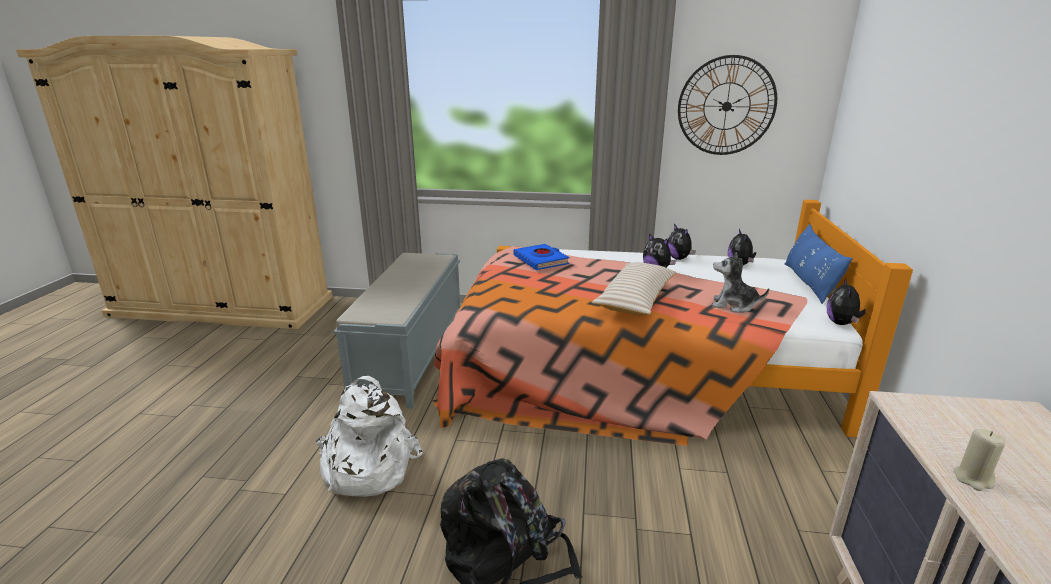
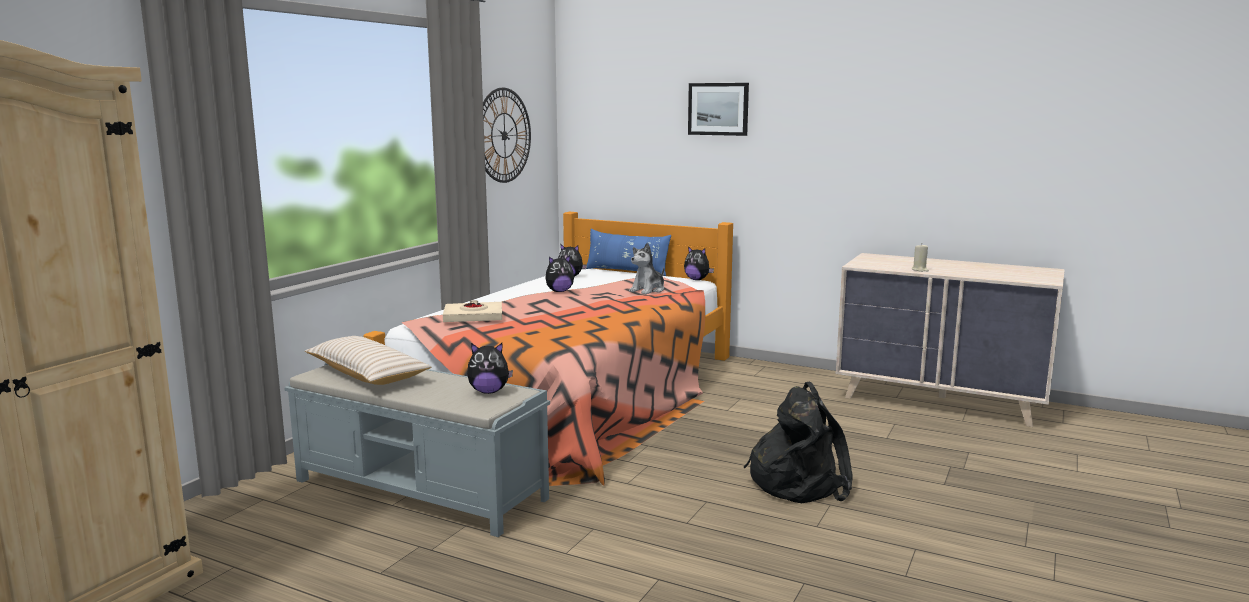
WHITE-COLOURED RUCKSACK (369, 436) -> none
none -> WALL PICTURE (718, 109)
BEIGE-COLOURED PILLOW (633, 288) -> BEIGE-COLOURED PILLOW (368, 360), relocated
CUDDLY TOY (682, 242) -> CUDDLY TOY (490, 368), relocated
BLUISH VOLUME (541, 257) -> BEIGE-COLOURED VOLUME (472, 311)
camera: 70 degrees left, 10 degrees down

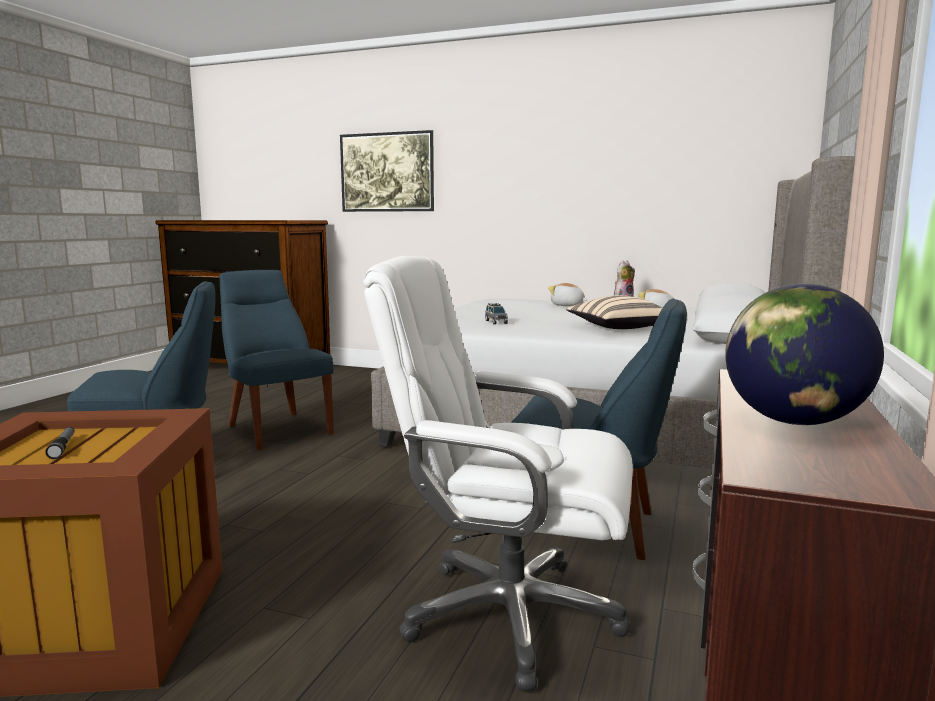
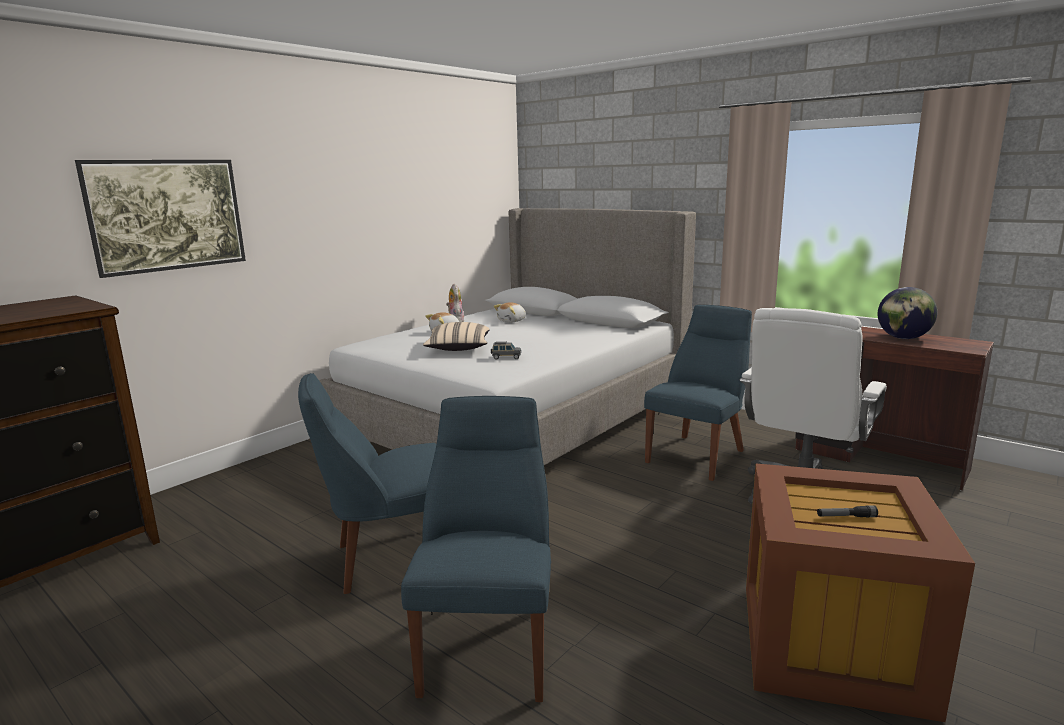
BEIGE-COLOURED PILLOW (614, 312) -> BEIGE-COLOURED PILLOW (456, 336), relocated
camera: 70 degrees left, 5 degrees up

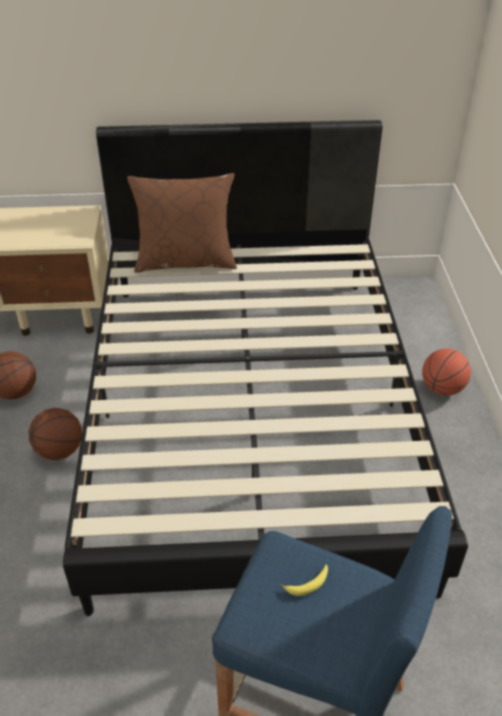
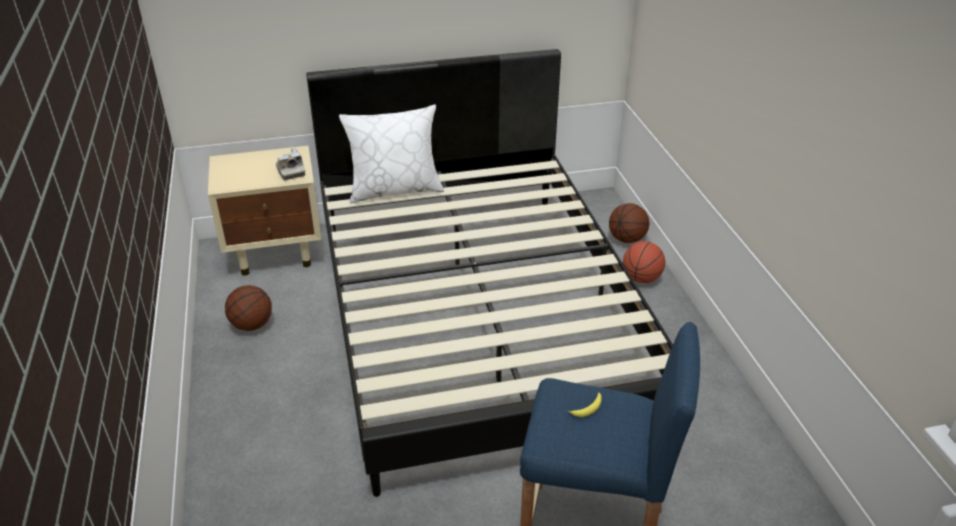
none -> PHOTO CAMERA (290, 164)
BALL FOR BASKETBALL (55, 434) -> BALL FOR BASKETBALL (629, 223), relocated
BROWN-COLOURED PILLOW (182, 223) -> WHITE-COLOURED PILLOW (391, 153)
camera: 10 degrees left, 5 degrees down

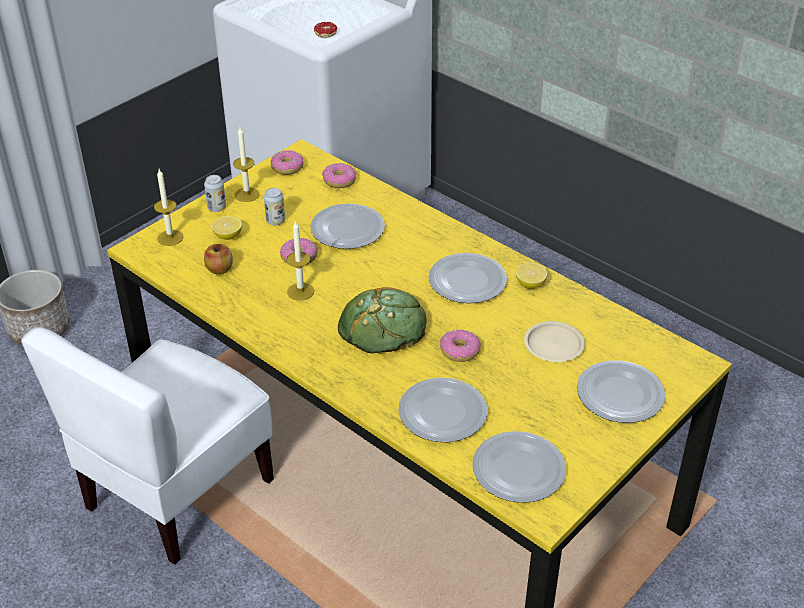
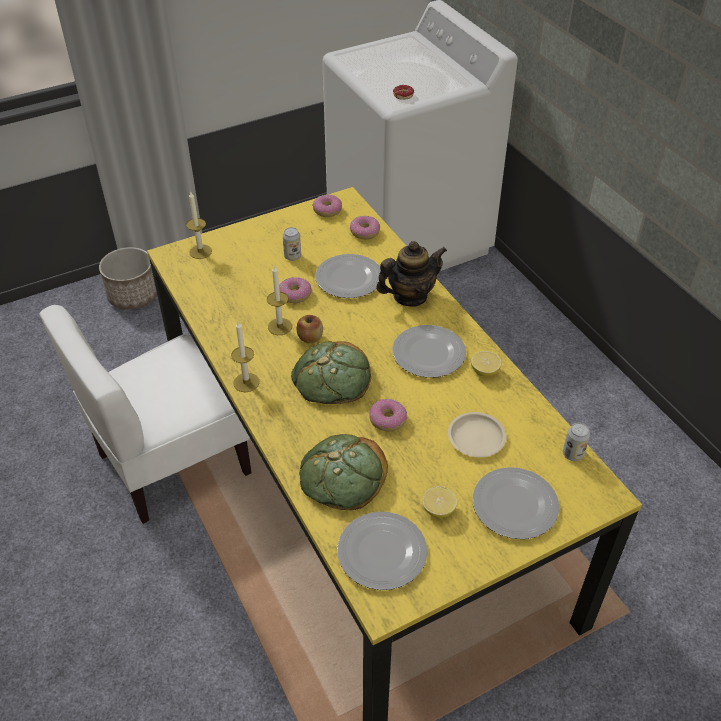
none -> POT FOR TEA (411, 274)
METAL CAN (215, 193) -> METAL CAN (576, 442), relocated
APPLE FRUIT (218, 259) -> APPLE FRUIT (310, 329), relocated
CITRUS FRUIT (227, 228) -> CITRUS FRUIT (439, 502), relocated
CANDLE (246, 164) -> CANDLE (245, 357), relocated
PLATE (442, 410) -> BAKED BREAD (343, 472)
camera: 20 degrees right, 5 degrees up

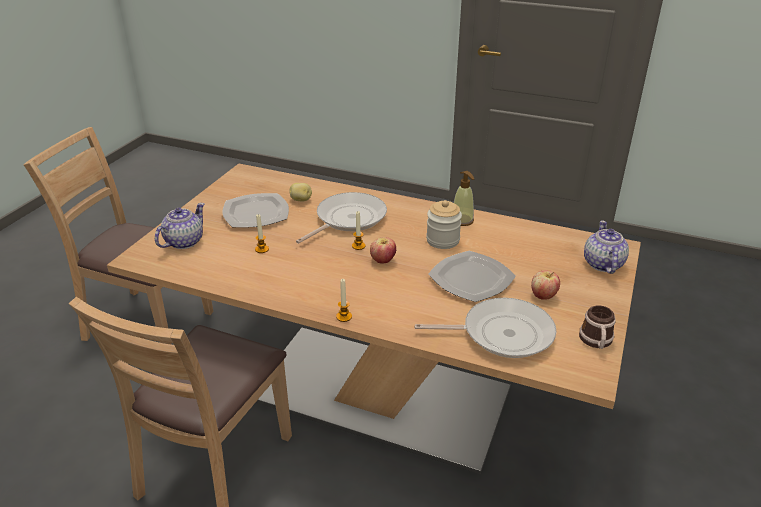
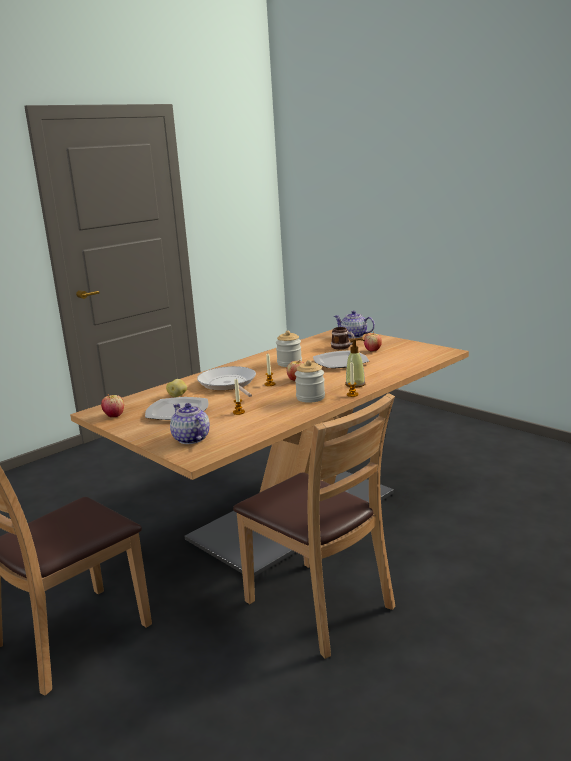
FRYING PAN (486, 328) -> none
none -> APPLE FRUIT (112, 405)
none -> JAR (310, 381)
SOAP BOTTLE (464, 198) -> SOAP BOTTLE (355, 363), relocated
COFFEE MUG (597, 327) -> COFFEE MUG (343, 338), relocated
camera: 65 degrees left, 15 degrees down

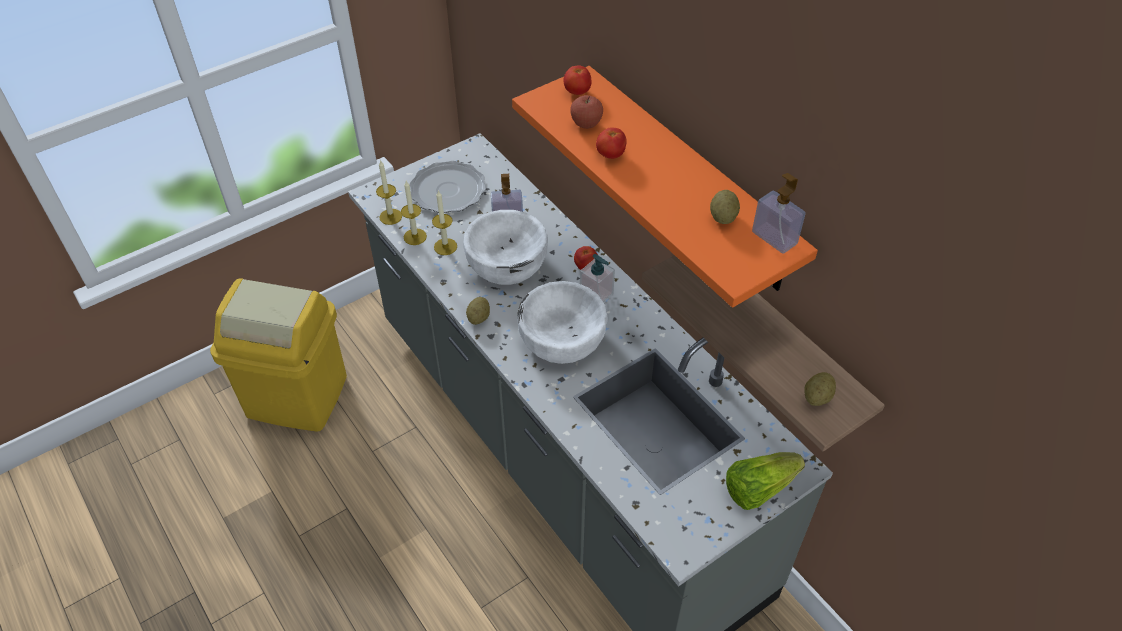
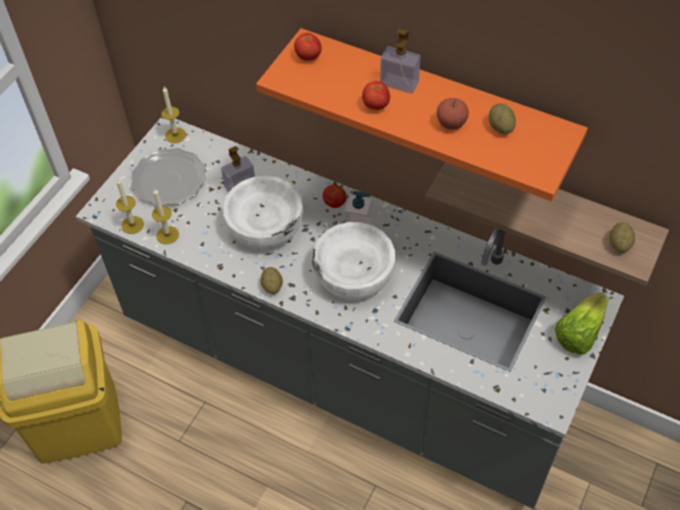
CANDLE (444, 222) -> CANDLE (173, 115), relocated
APPLE FRUIT (586, 112) -> APPLE FRUIT (453, 114), relocated
SOAP BOTTLE (779, 213) -> SOAP BOTTLE (400, 61), relocated
camera: 25 degrees left, 5 degrees up

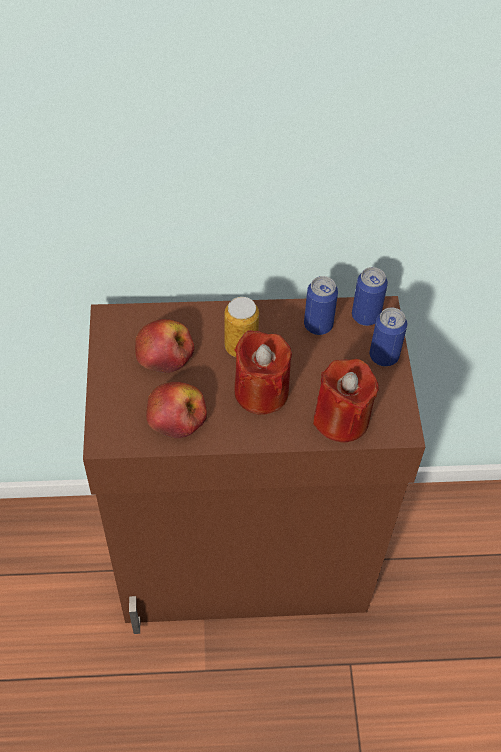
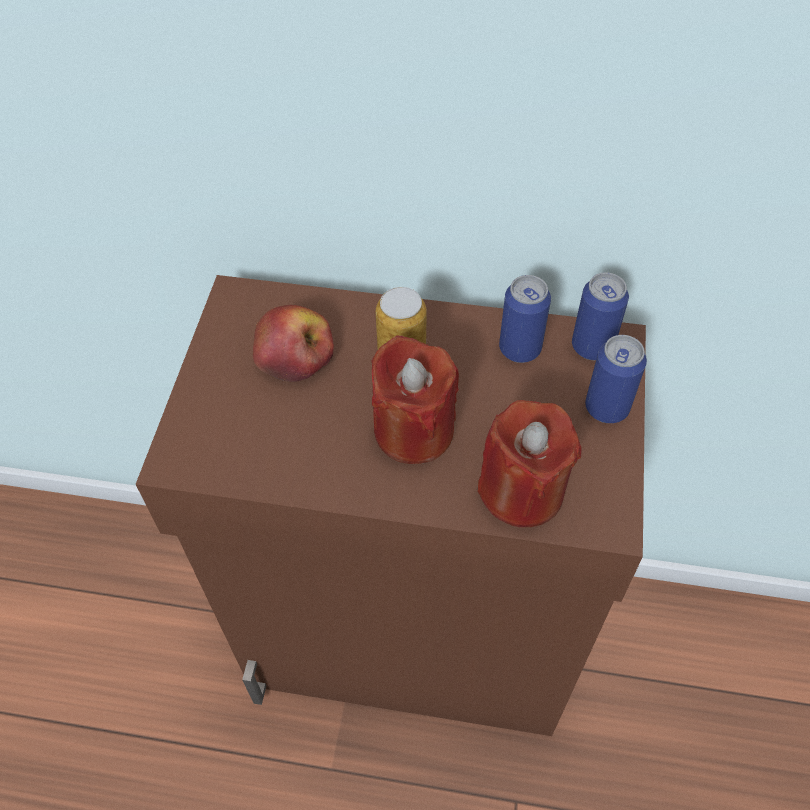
APPLE FRUIT (176, 410) -> none
camera: 15 degrees right, 0 degrees up

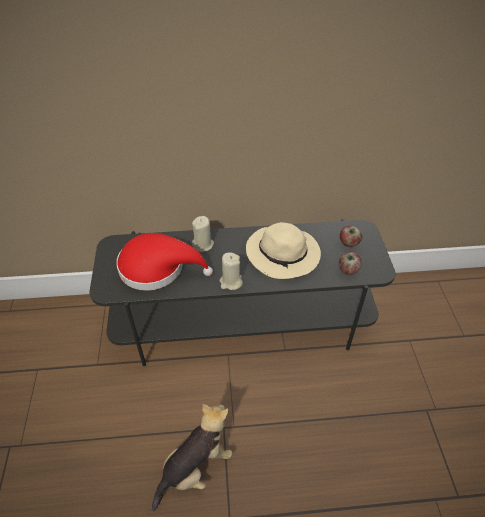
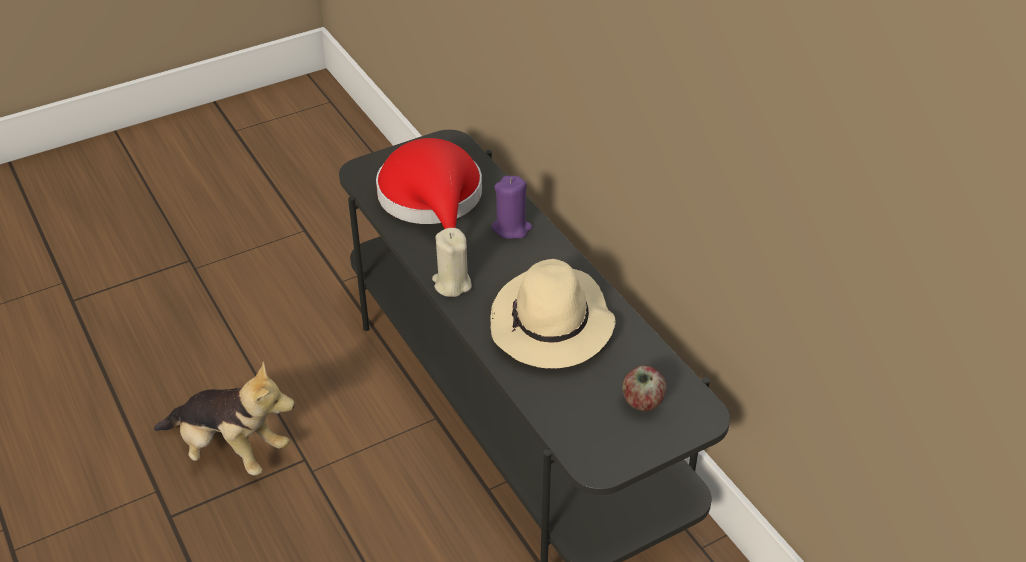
APPLE FRUIT (350, 263) -> none
BEIGE-COLOURED CANDLE (203, 234) -> PURPLE CANDLE (512, 207)
camera: 65 degrees right, 5 degrees down

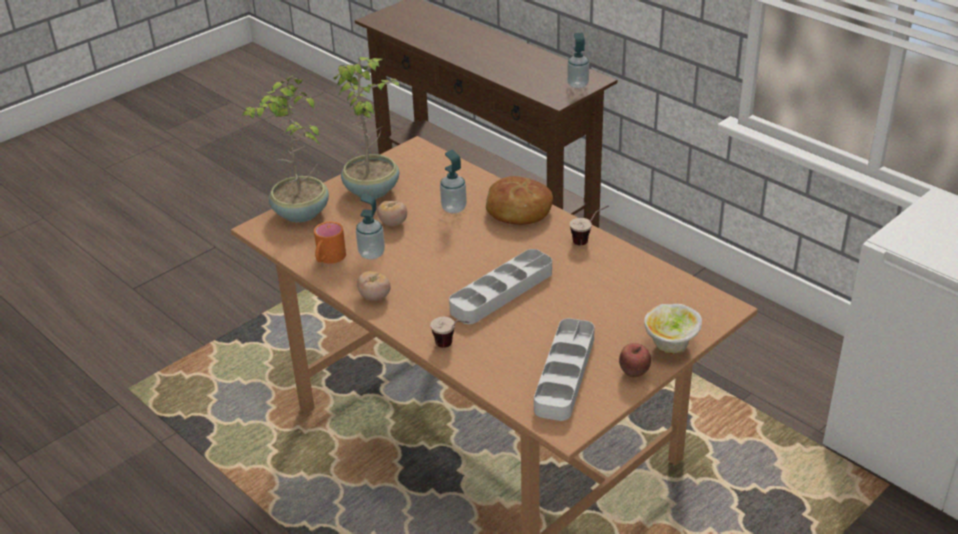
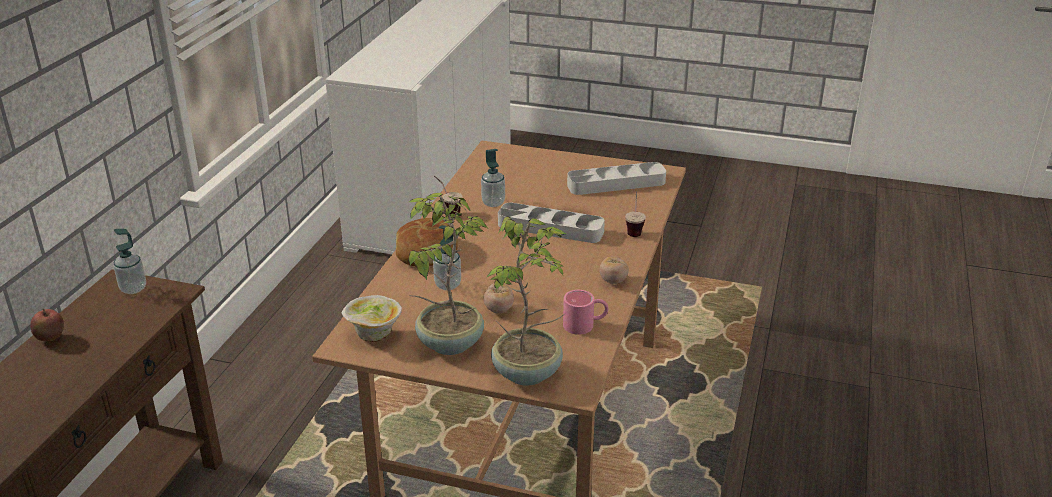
SOAP BOTTLE (370, 227) -> SOAP BOTTLE (493, 178), relocated
APPLE FRUIT (635, 360) -> APPLE FRUIT (47, 325), relocated
DEEP DISH (673, 329) -> DEEP DISH (372, 318), relocated
ORANGEY COFFEE MUG (330, 243) -> PINKISH COFFEE MUG (586, 312)
camera: 120 degrees left, 5 degrees down

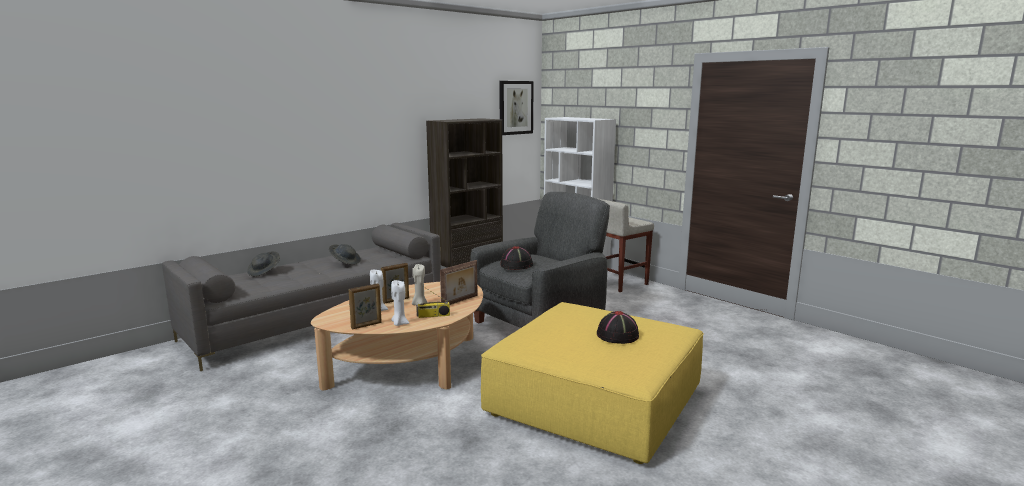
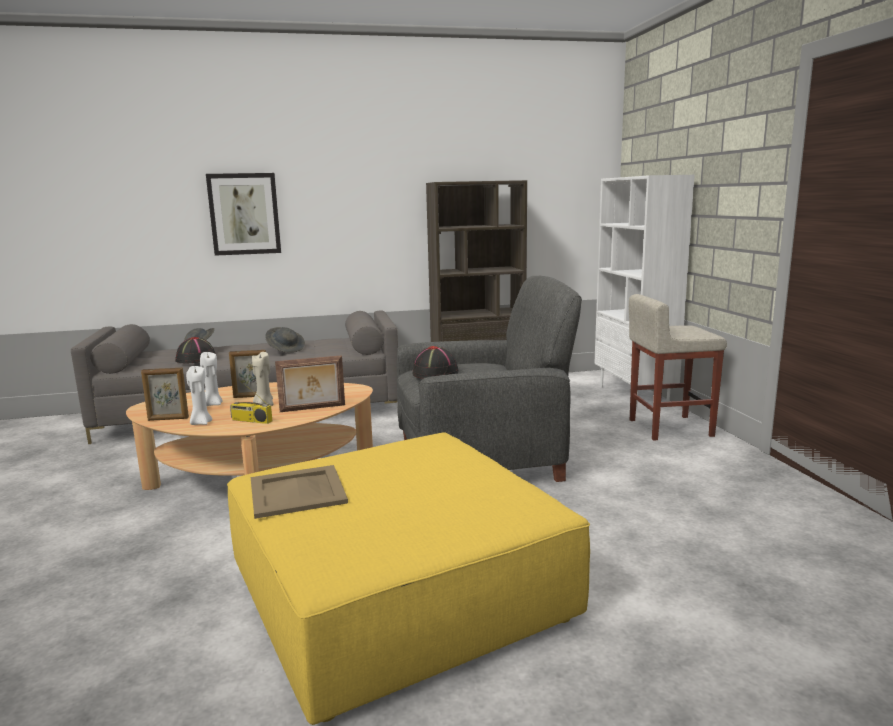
none -> BEIGE-COLOURED TRAY (299, 492)
WALL PICTURE (516, 108) -> WALL PICTURE (243, 214), relocated
BLACKISH HAT (618, 327) -> BLACKISH HAT (195, 350), relocated
camera: 30 degrees right, 0 degrees up

